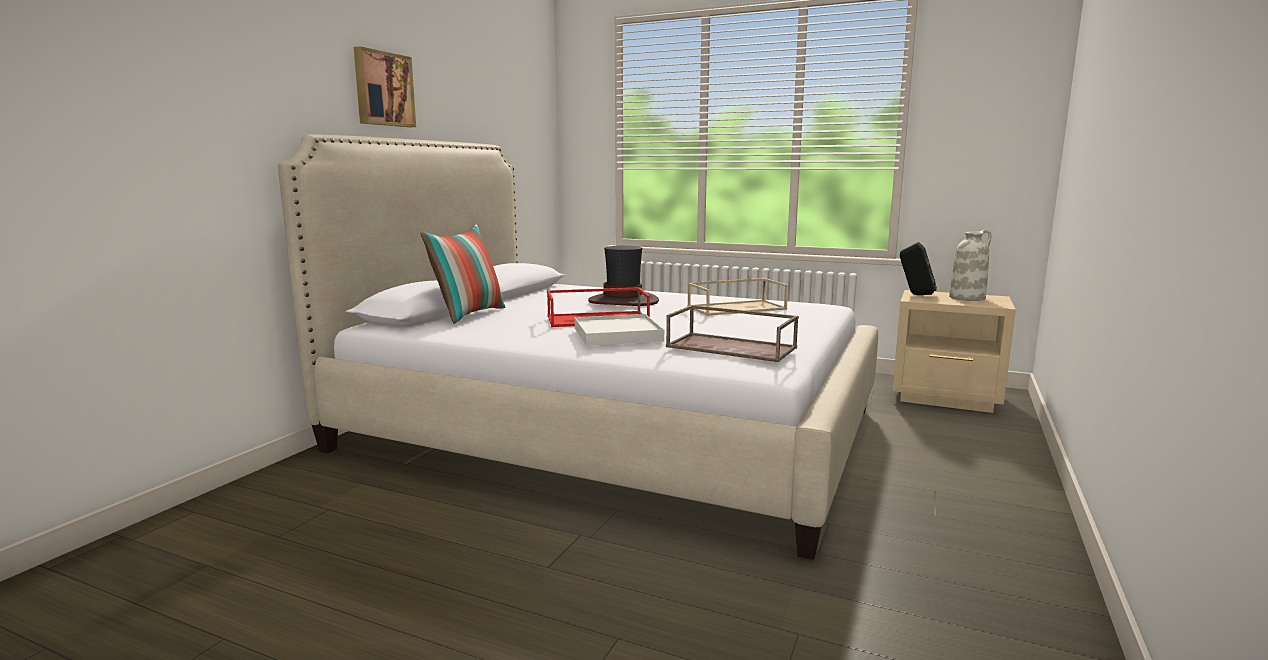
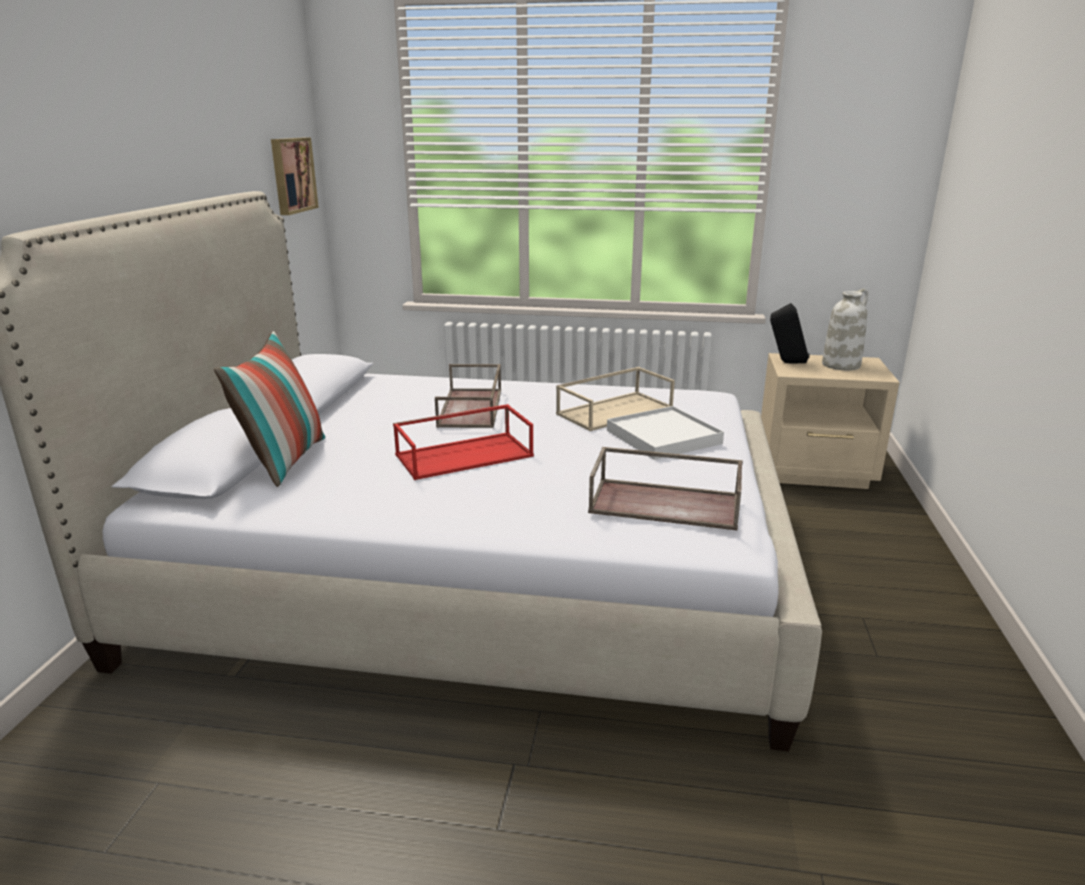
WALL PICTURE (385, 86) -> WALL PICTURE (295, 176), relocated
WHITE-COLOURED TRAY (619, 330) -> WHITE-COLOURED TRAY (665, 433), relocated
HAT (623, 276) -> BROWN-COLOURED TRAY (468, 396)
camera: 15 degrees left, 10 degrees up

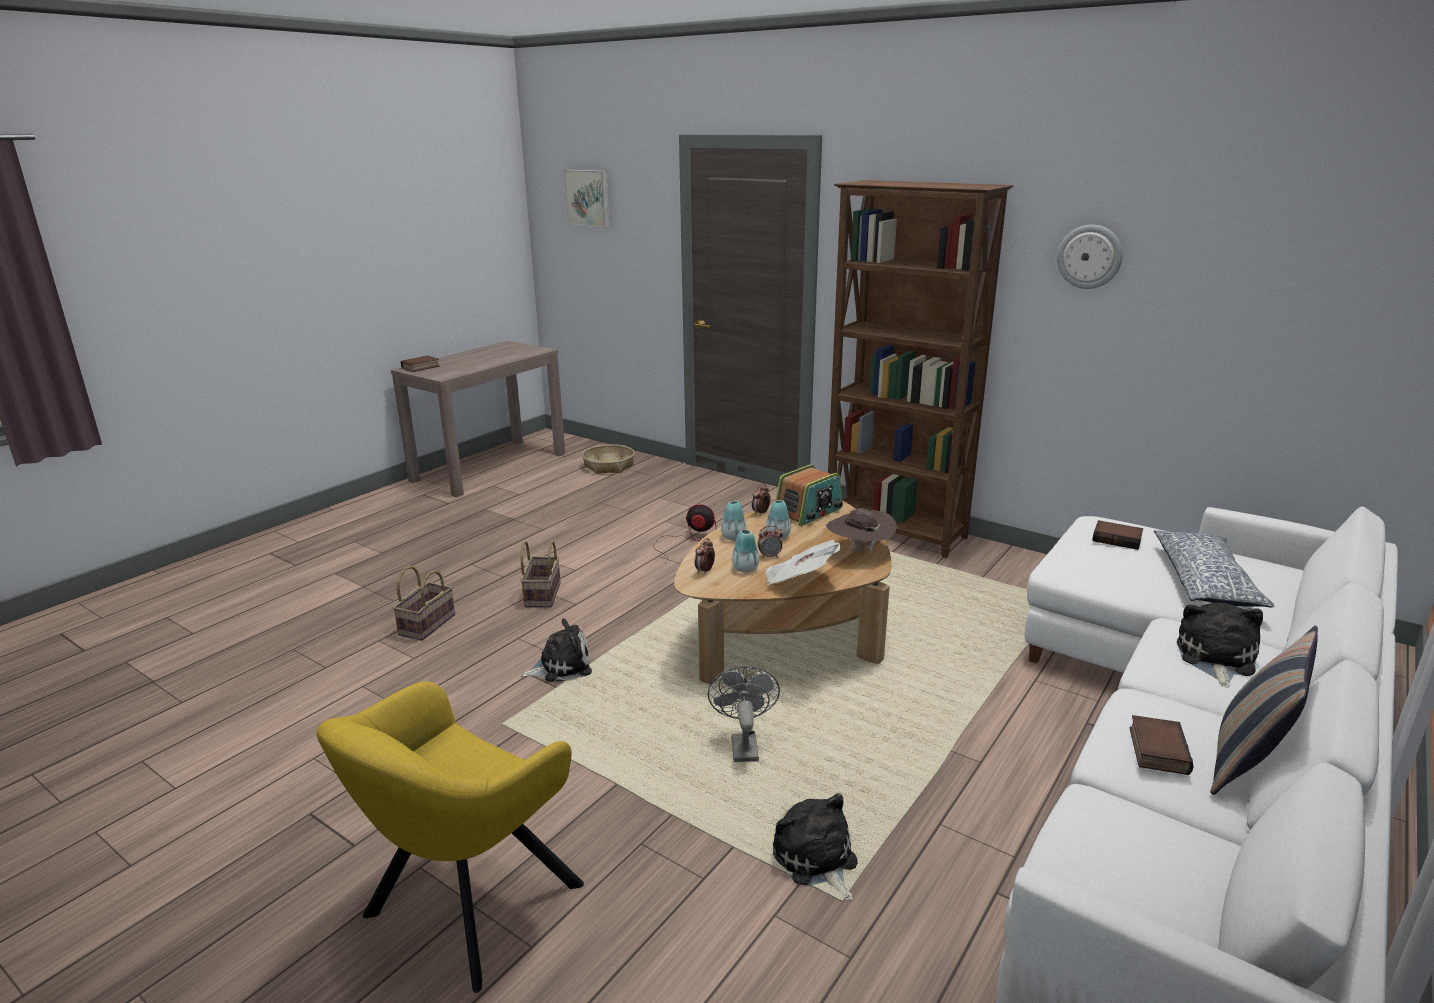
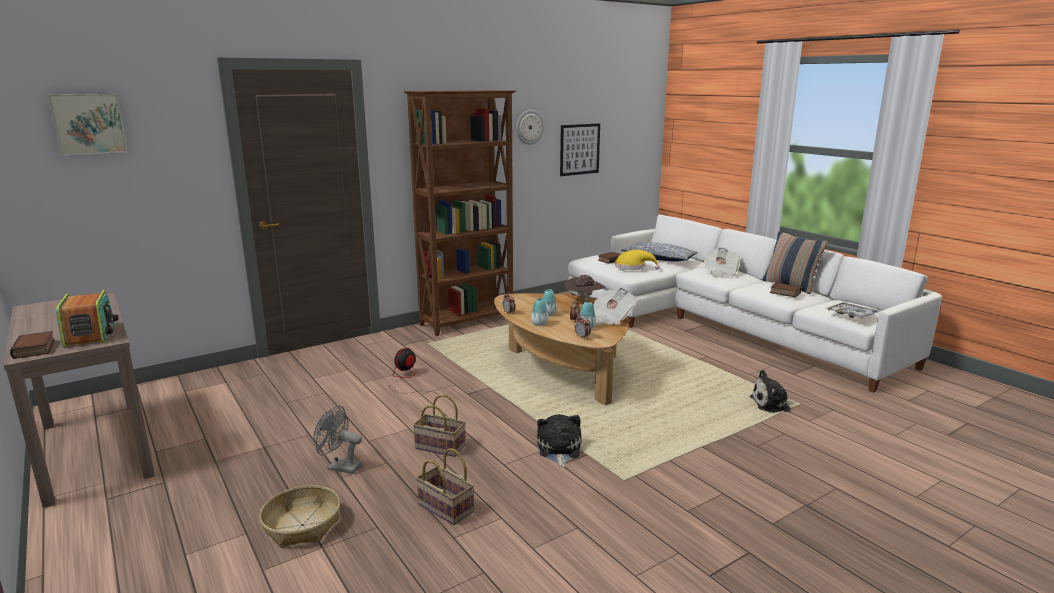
YELLOWISH LOUNGE CHAIR (450, 837) -> none
none -> WALL PICTURE (580, 149)
none -> YELLOWISH HAT (637, 260)
none -> TRAY (853, 310)
BASKET (608, 459) -> BASKET (299, 516), relocated
GREYISH COOLING FAN (744, 714) -> GREYISH COOLING FAN (337, 440), relocated
RADIO RECEIVER (809, 495) -> RADIO RECEIVER (87, 319), relocated
CUDDLY TOY (1220, 645) -> DAILY PAPER (722, 262)
camera: 70 degrees left, 5 degrees down

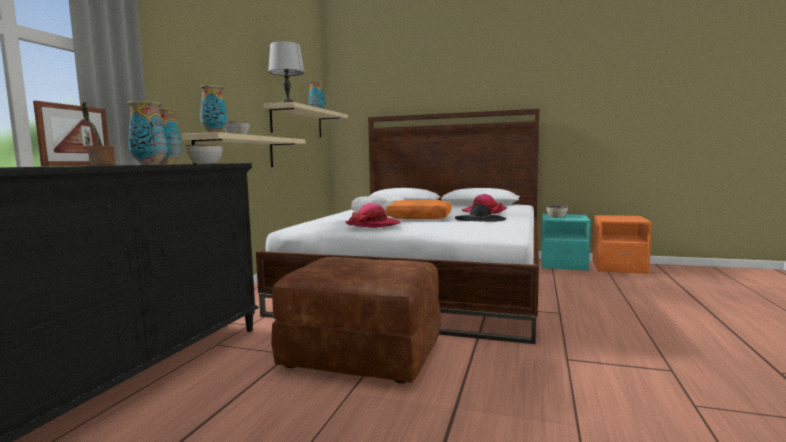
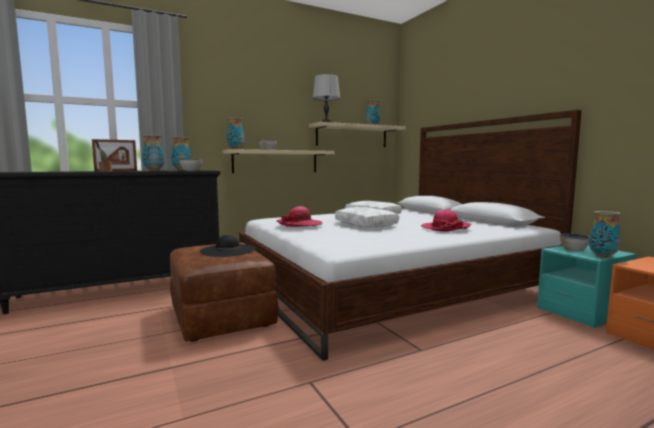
none -> DECORATIVE VASE (605, 234)
BLACKISH HAT (480, 213) -> BLACKISH HAT (227, 246), relocated
ORANGEY PILLOW (418, 209) -> WHITE-COLOURED PILLOW (367, 217)
camera: 45 degrees right, 0 degrees up

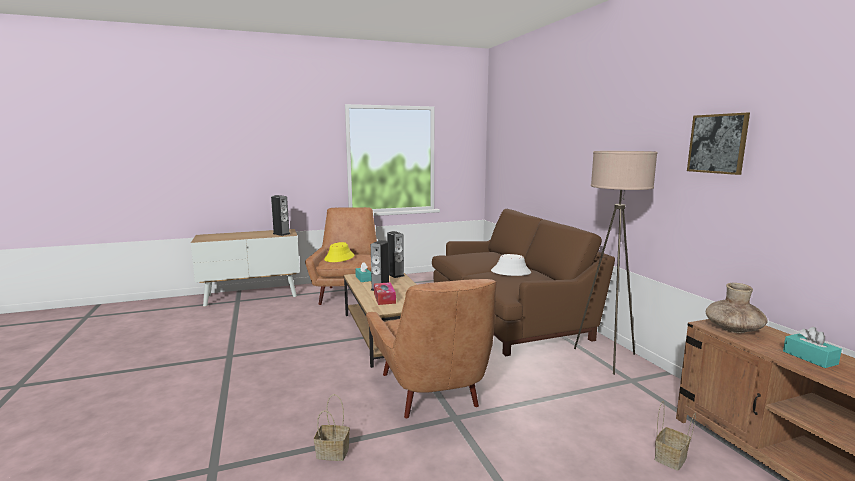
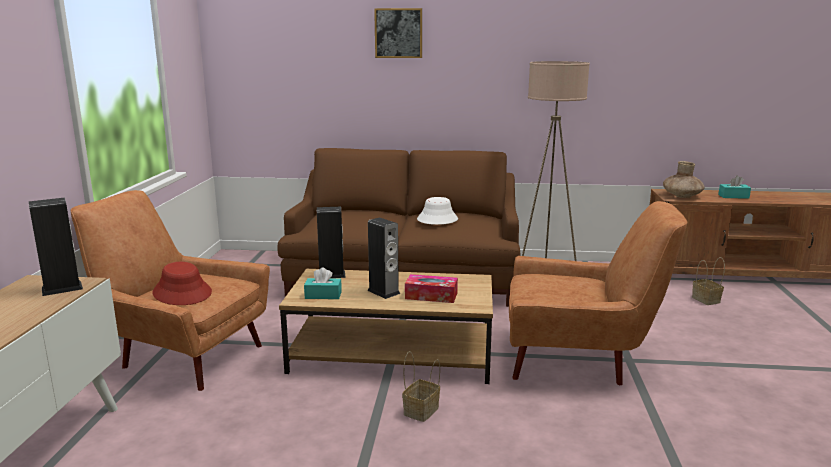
BASKET (332, 427) -> BASKET (421, 386), relocated
WALL PICTURE (718, 144) -> WALL PICTURE (398, 33), relocated
YELLOWISH HAT (339, 252) -> RED-COLOURED HAT (182, 283)
camera: 65 degrees left, 5 degrees up

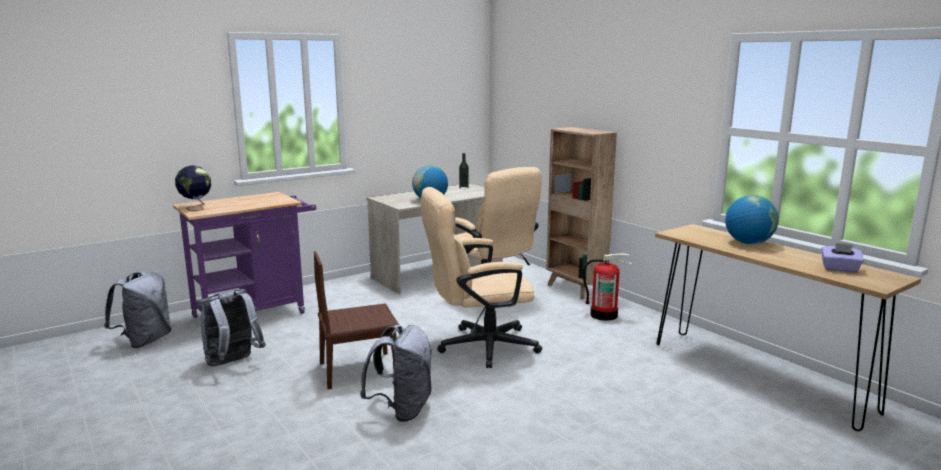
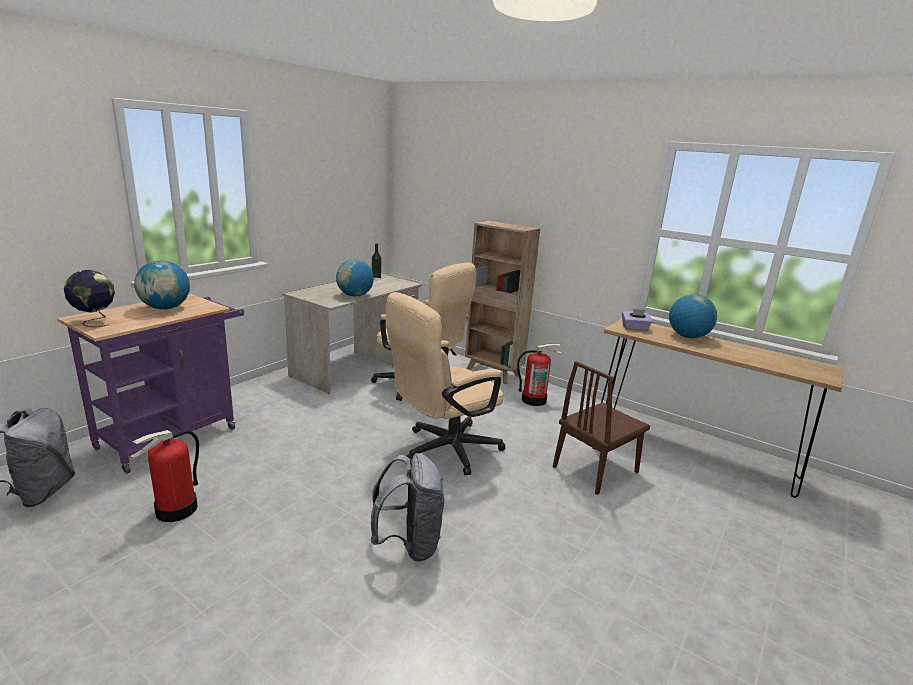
none -> WORLD GLOBE (162, 285)
BROWN-COLOURED CHAIR (356, 320) -> BROWN-COLOURED CHAIR (601, 428), relocated
PURPLE BOX OF TISSUES (842, 258) -> PURPLE BOX OF TISSUES (637, 320), relocated
GREYISH RUCKSACK (232, 327) -> FIRE EXTINGUISHER (165, 476)
camera: 20 degrees left, 5 degrees up

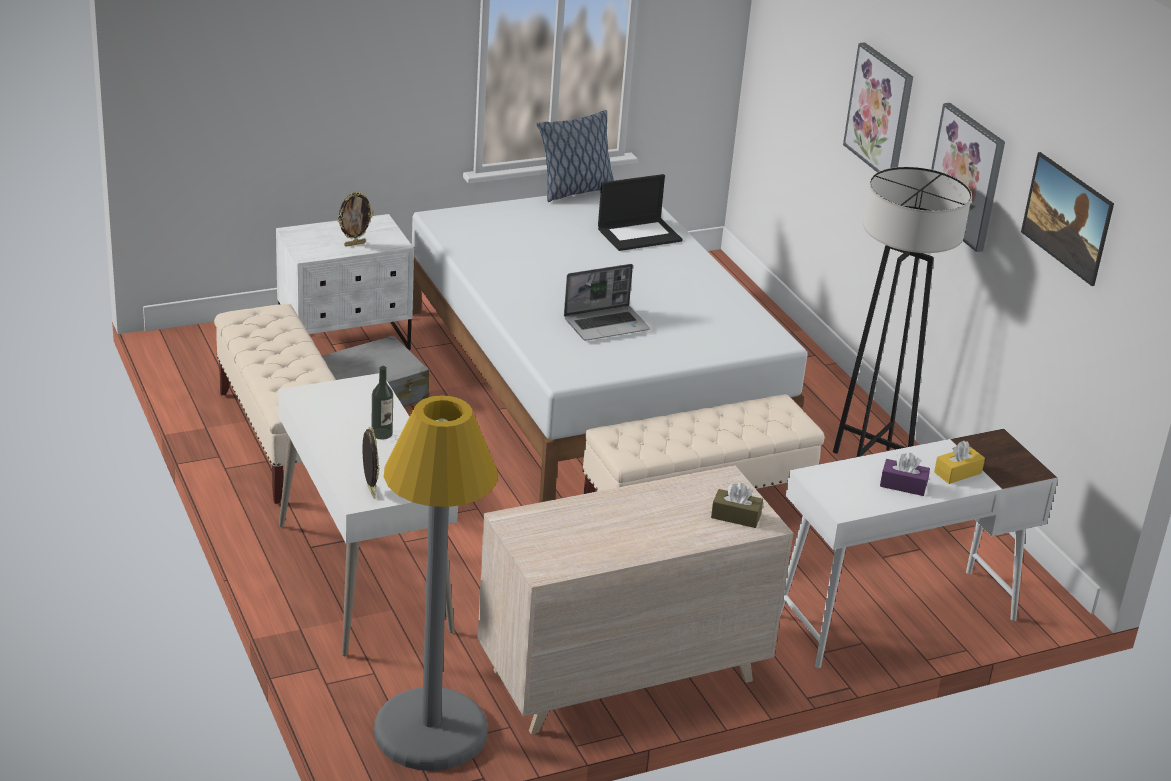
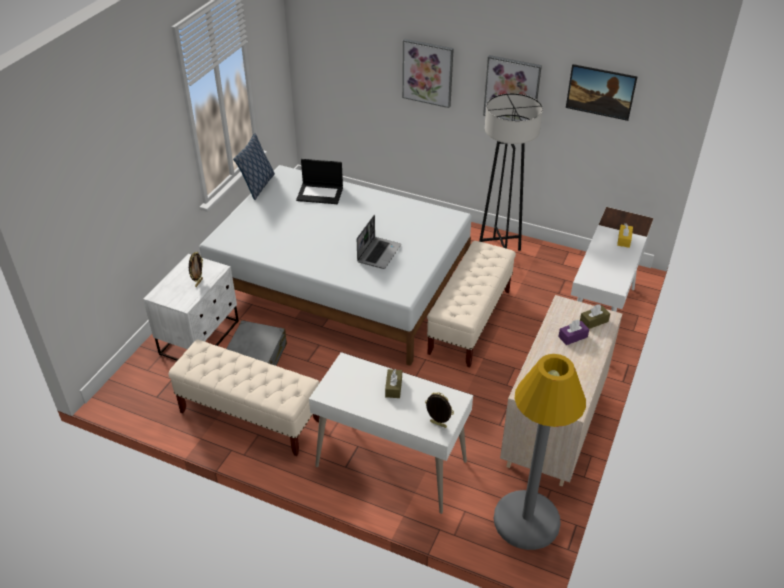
PURPLE BOX OF TISSUES (905, 474) -> PURPLE BOX OF TISSUES (573, 332), relocated
BOTTLE (382, 403) -> BROWN-COLOURED BOX OF TISSUES (393, 383)
LAPTOP (640, 212) -> LAPTOP (319, 181), 75 degrees clockwise
camera: 40 degrees left, 10 degrees up

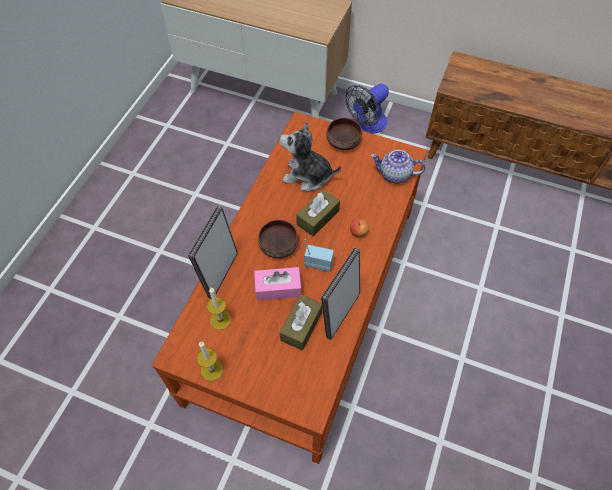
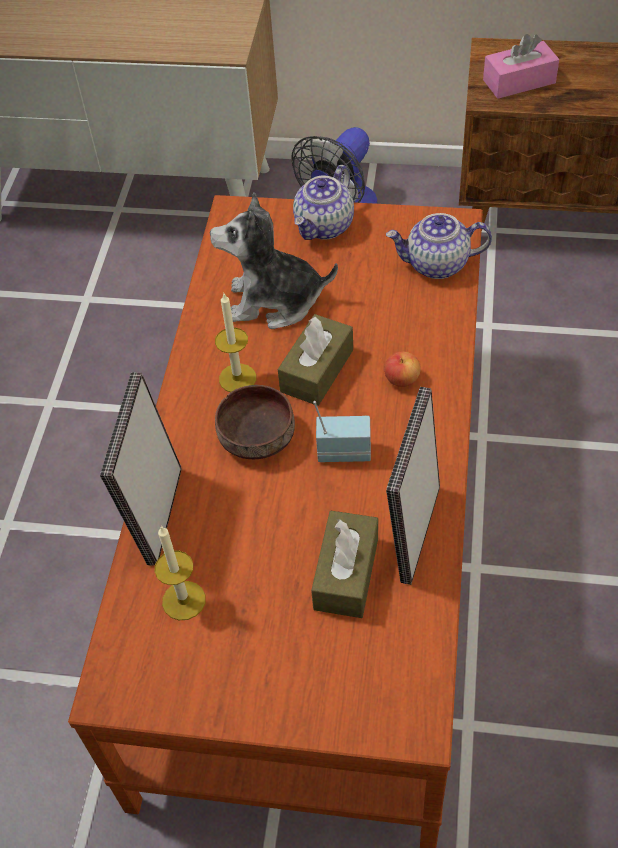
CANDLE (210, 361) -> CANDLE (235, 342), relocated
PINKISH BOX OF TISSUES (278, 284) -> PINKISH BOX OF TISSUES (521, 66), relocated
BROWN-COLOURED DEEP DISH (344, 134) -> POT FOR TEA (323, 202)
camera: 10 degrees left, 5 degrees down

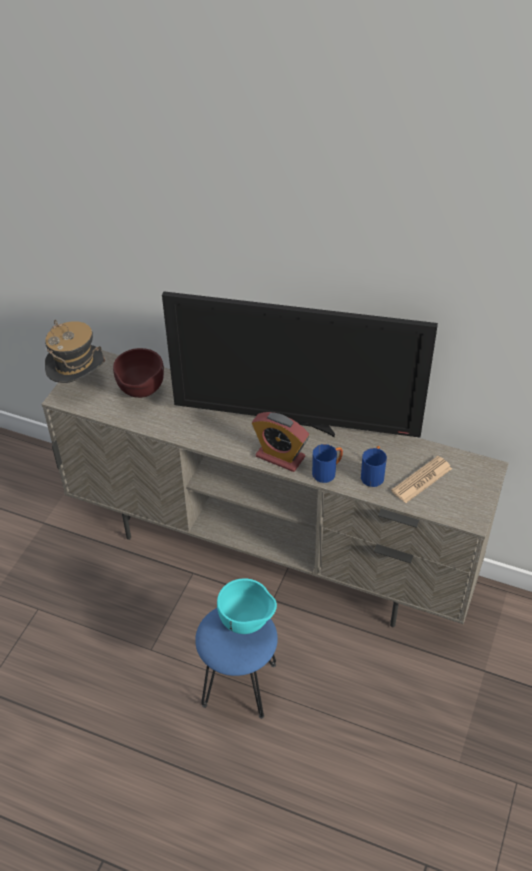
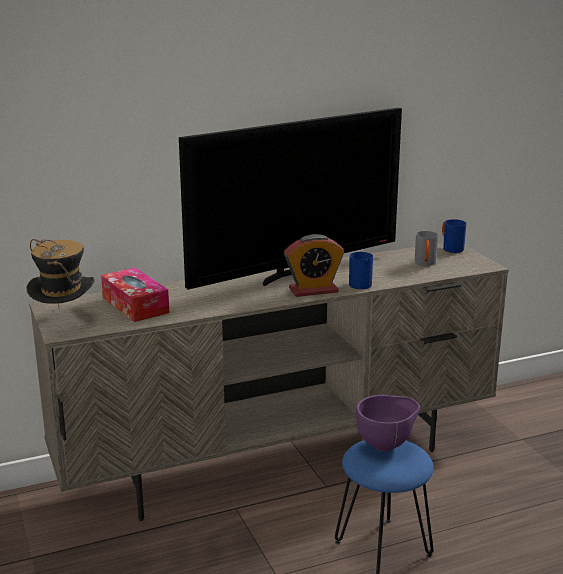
BLUISH COFFEE MUG (374, 466) -> BLUISH COFFEE MUG (454, 236), relocated
BROWN-COLOURED DEEP DISH (138, 373) -> BOX OF TISSUES (135, 294)
DAILY PAPER (421, 479) -> GREYISH COFFEE MUG (426, 248)
BLUE-GREEN DEEP DISH (247, 606) -> PURPLE DEEP DISH (388, 423)
camera: 45 degrees left, 25 degrees down

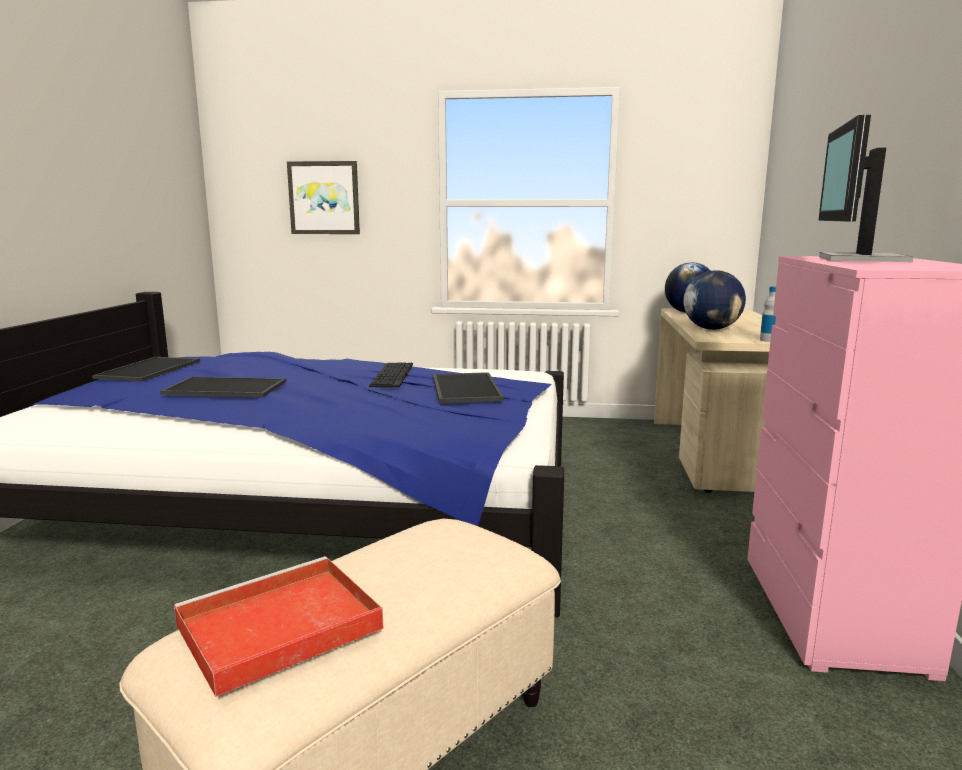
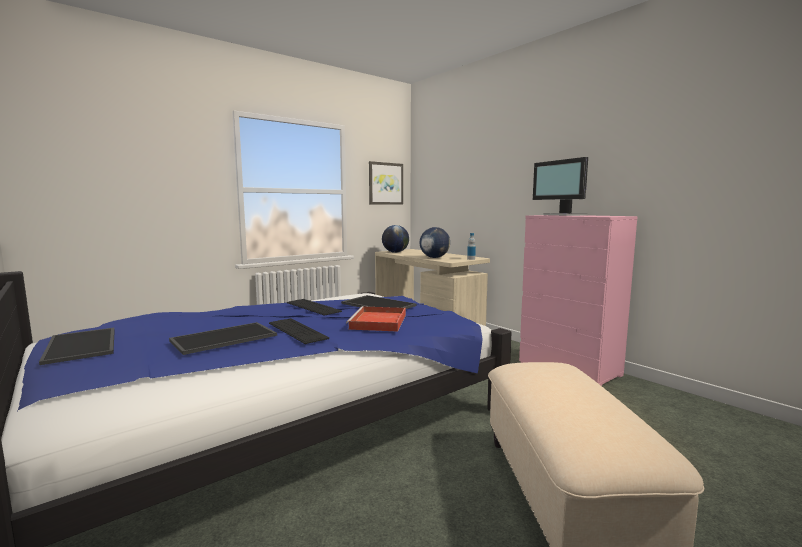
none -> KEYBOARD (299, 331)
RED-COLOURED TRAY (278, 626) -> RED-COLOURED TRAY (376, 319), relocated
WALL PICTURE (323, 197) -> WALL PICTURE (386, 183), relocated
camera: 45 degrees left, 5 degrees down

